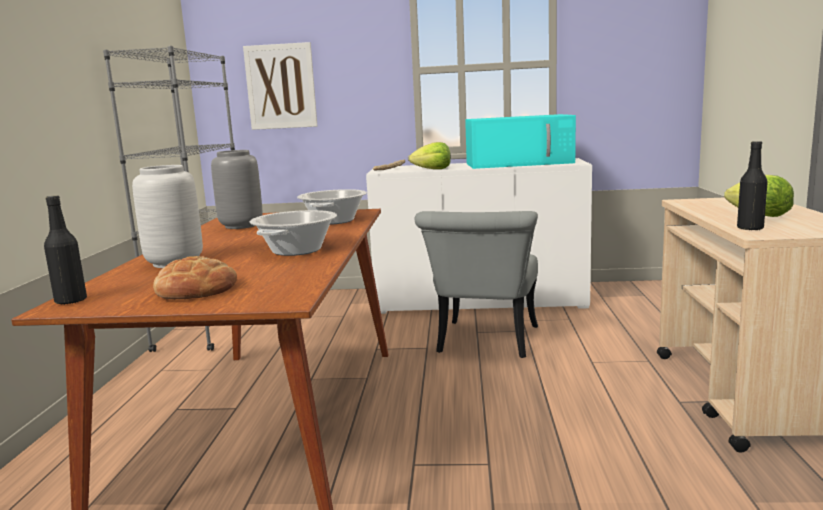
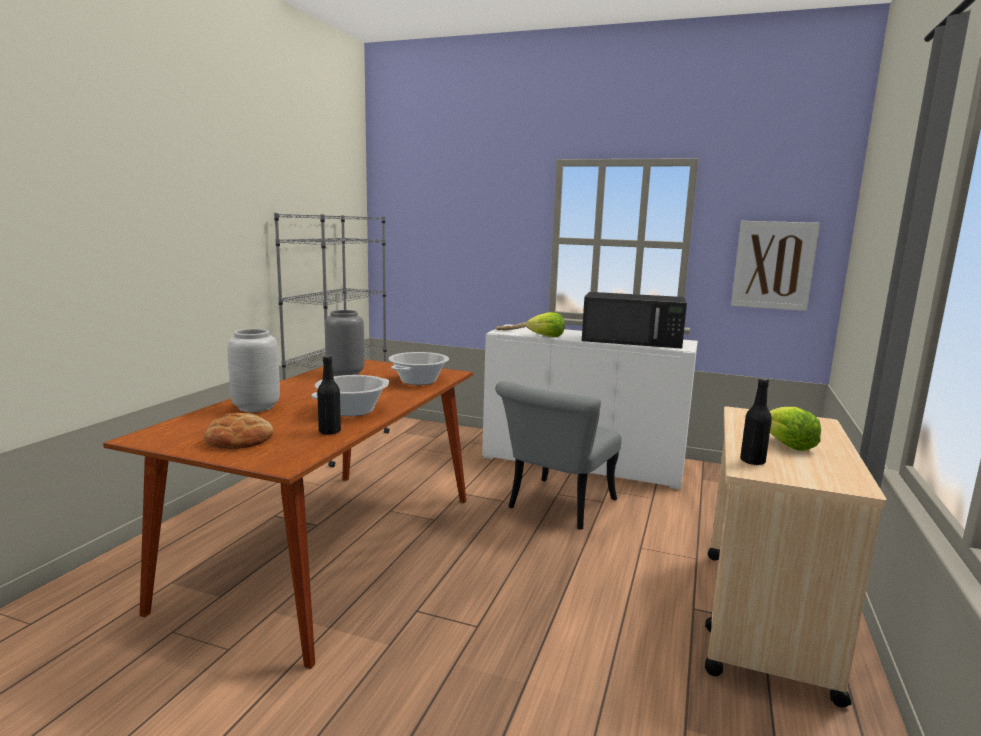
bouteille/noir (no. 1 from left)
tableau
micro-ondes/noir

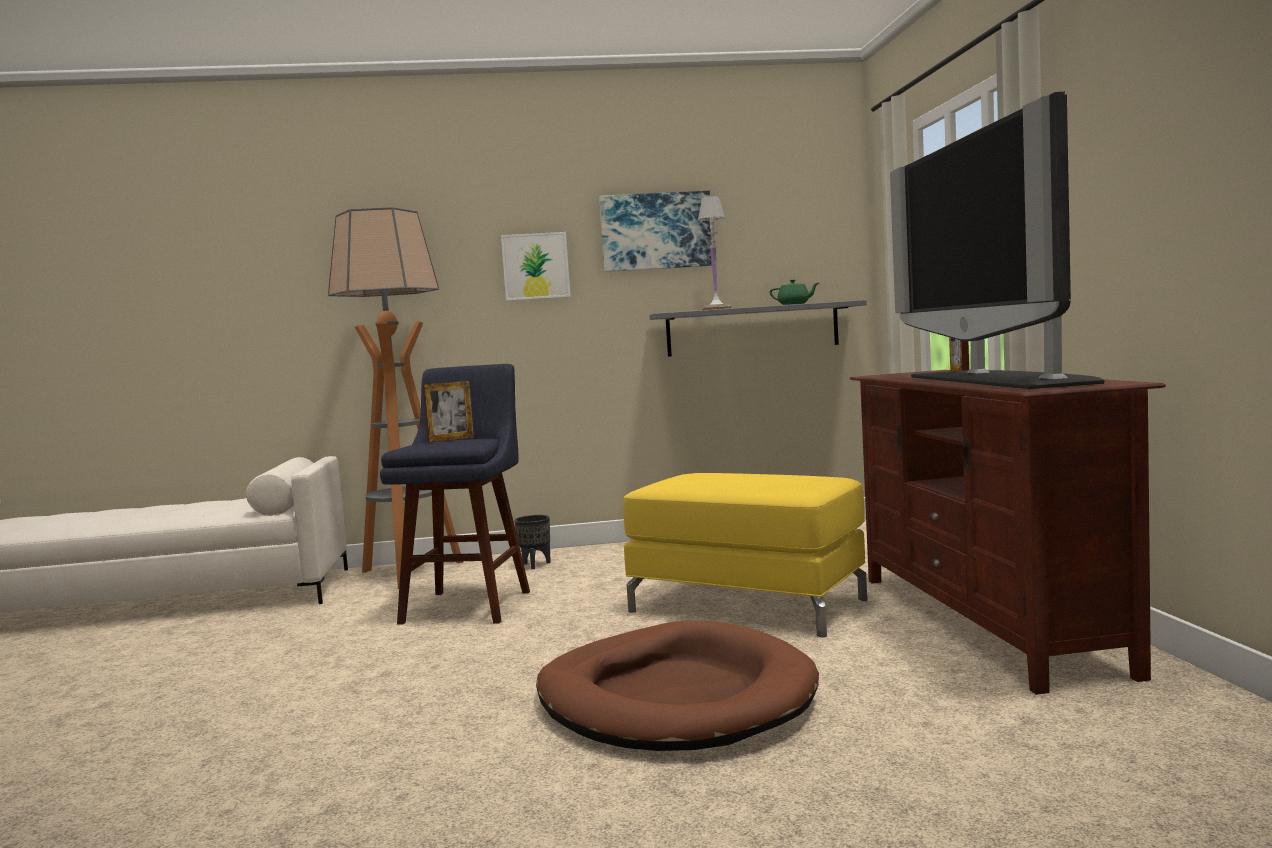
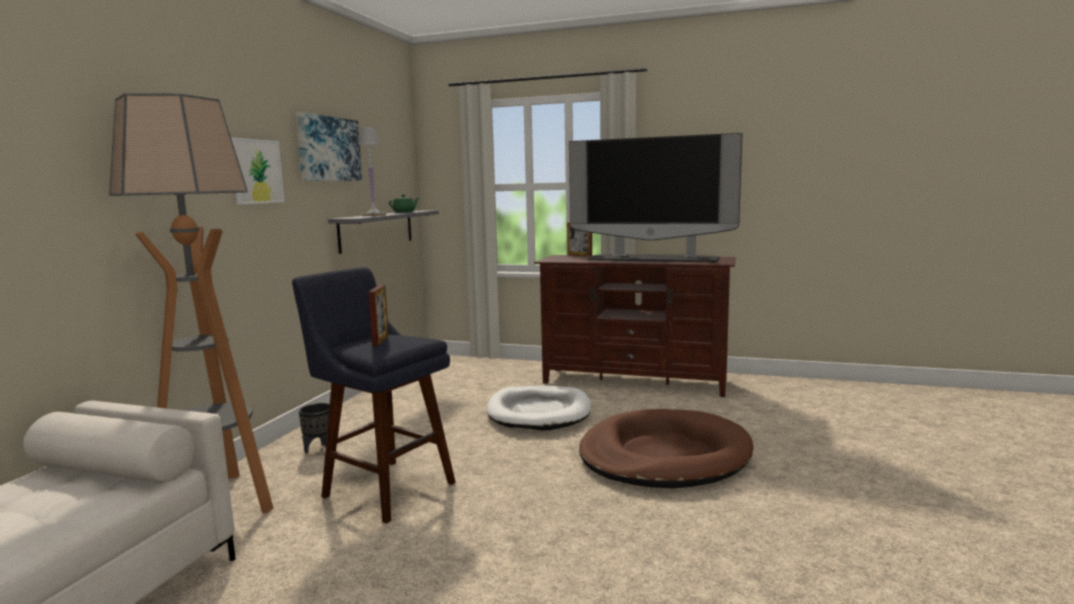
panier pour chien/blanc

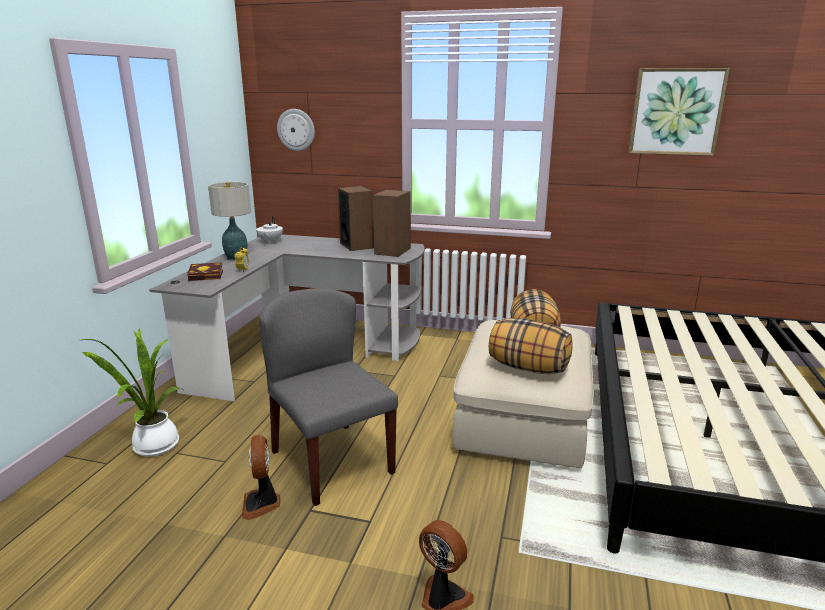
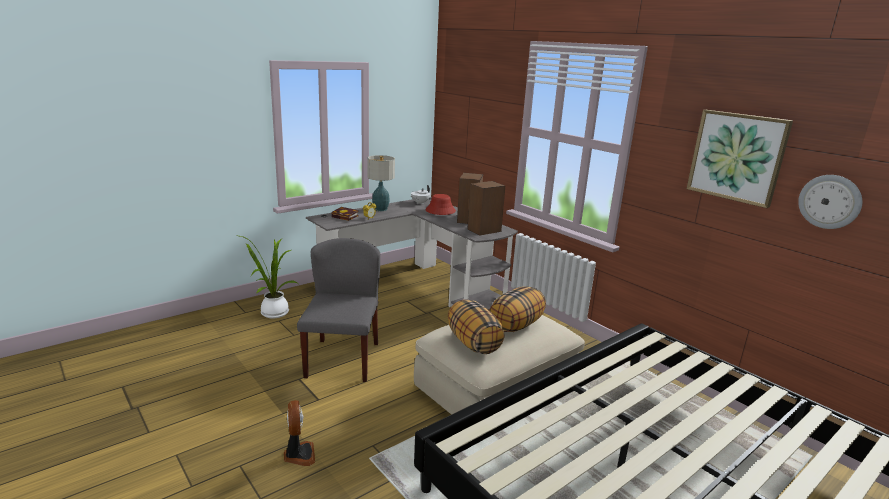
ventilateur (no. 1 from left in the first image)
horloge murale
chapeau/rouge

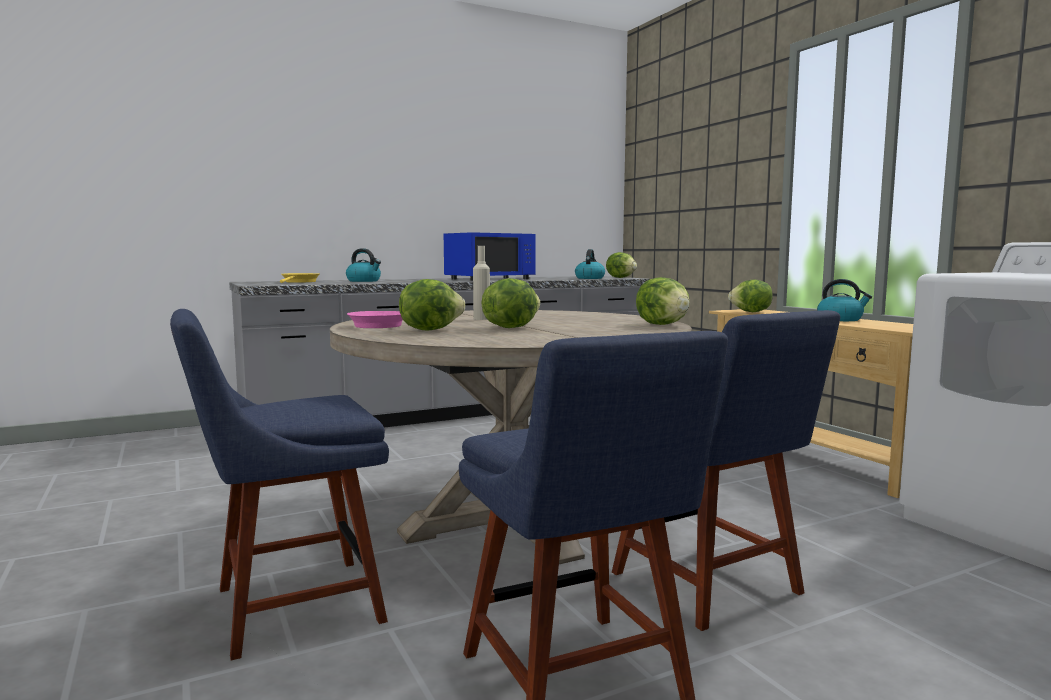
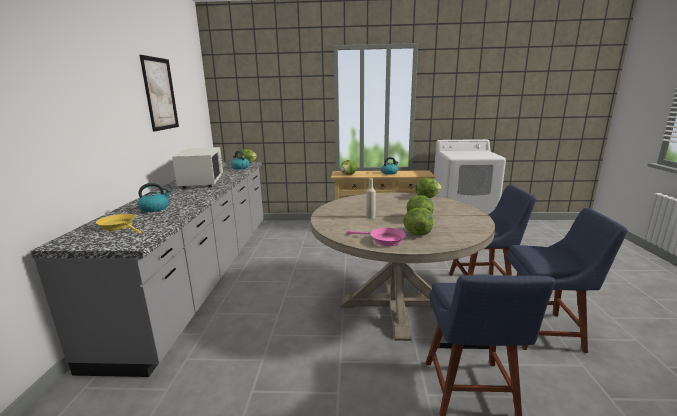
micro-ondes/blanc
tableau

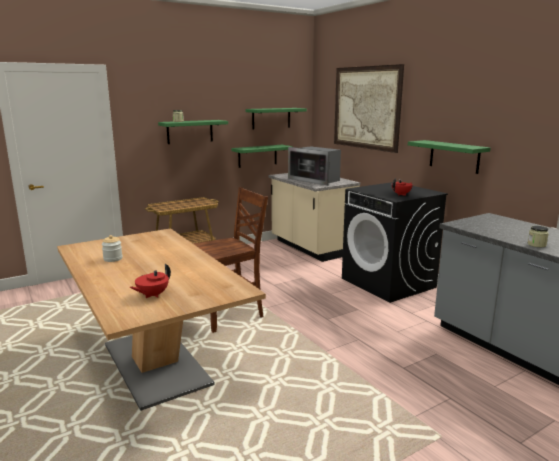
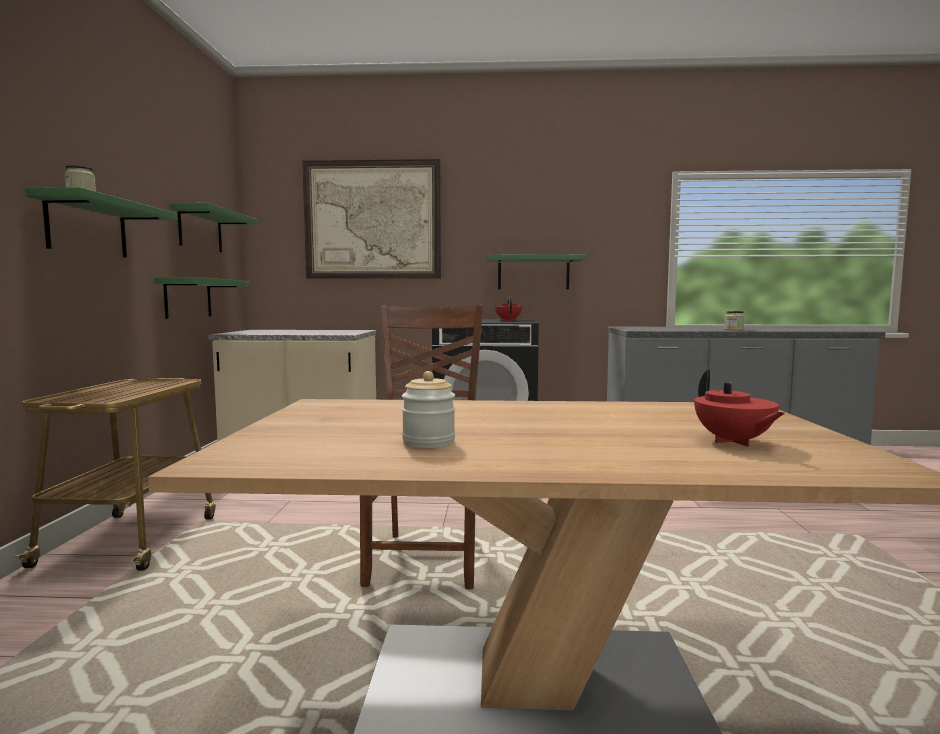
micro-ondes

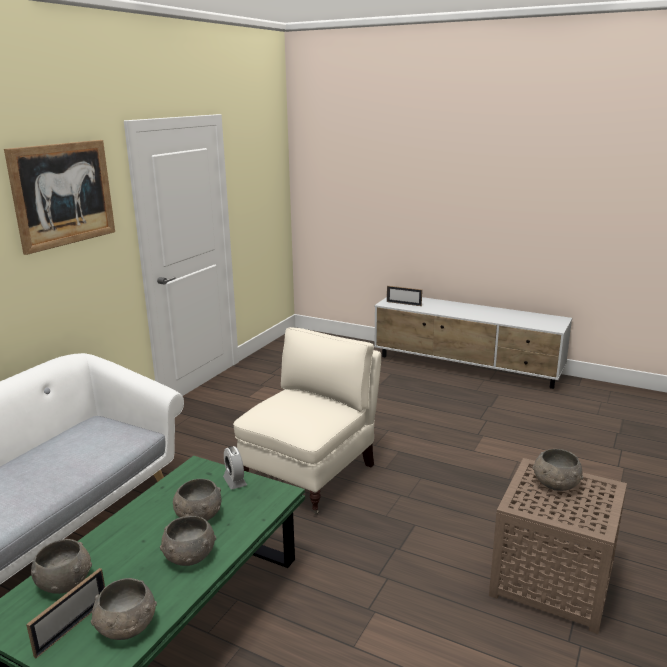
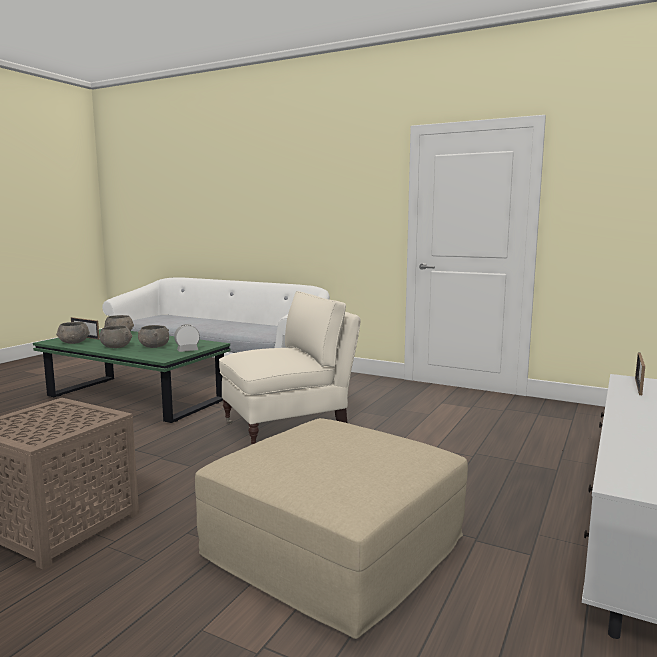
tableau
fauteuil/beige
bol/gris (no. 5 from left in the first image)
pouf/beige

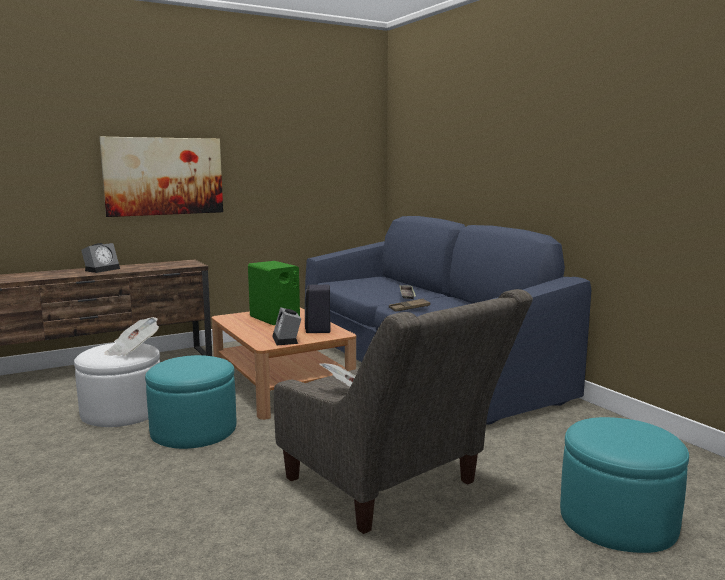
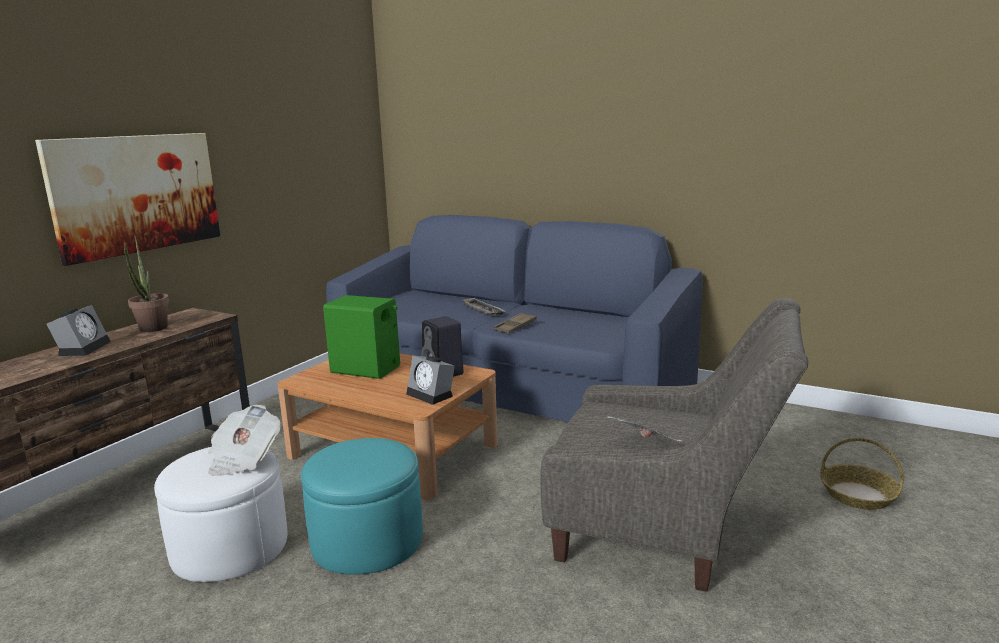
panier
plante en pot

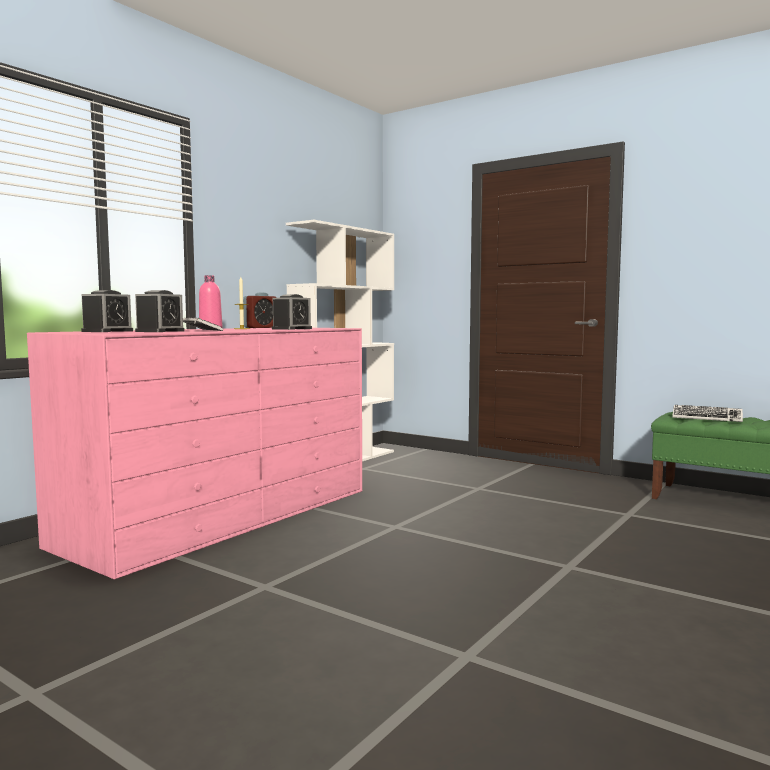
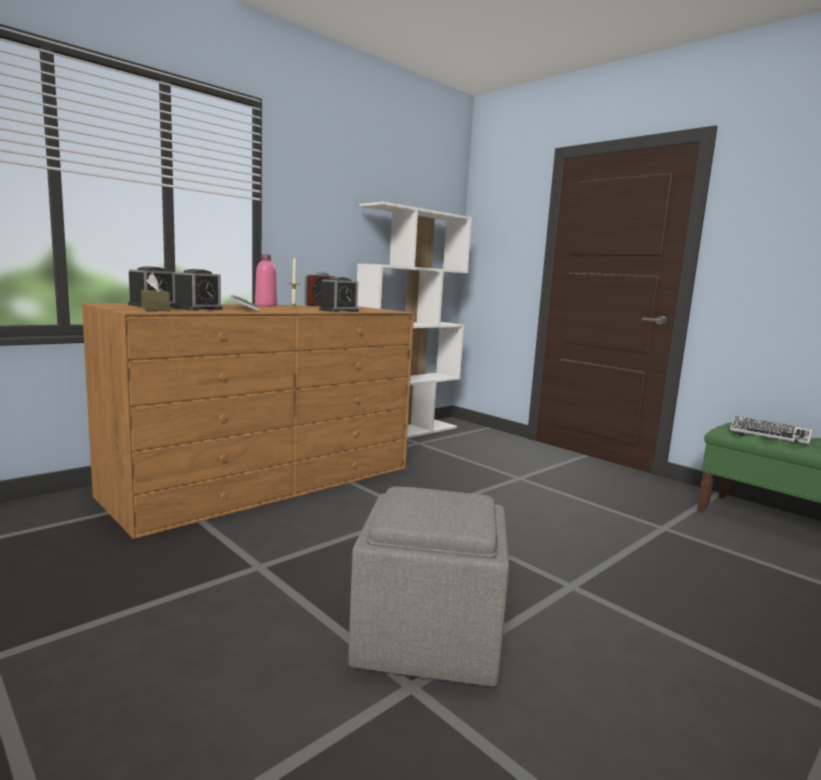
commode/marron
boîte à mouchoirs/marron
pouf/gris

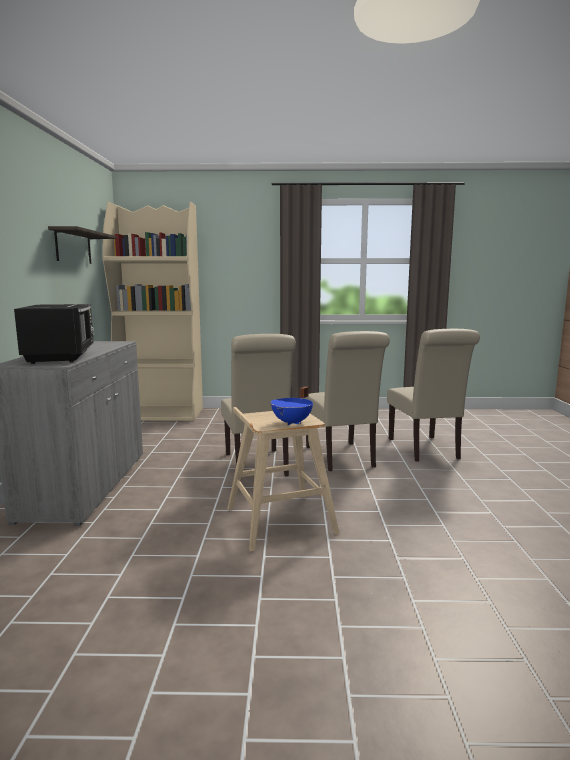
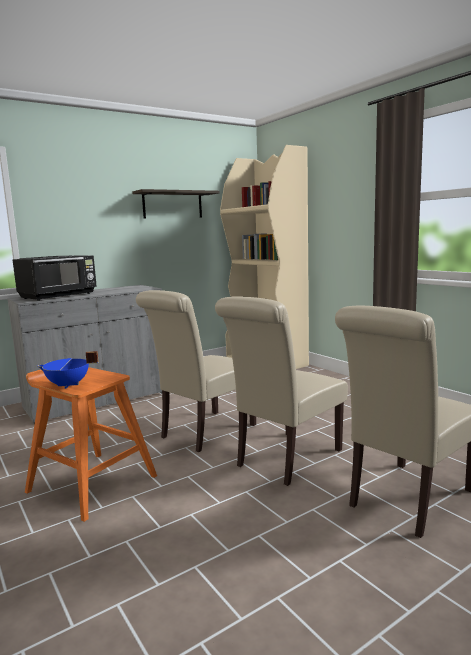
tabouret/orange

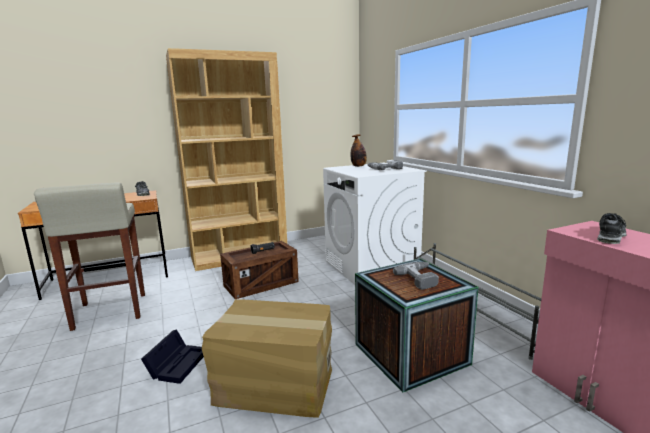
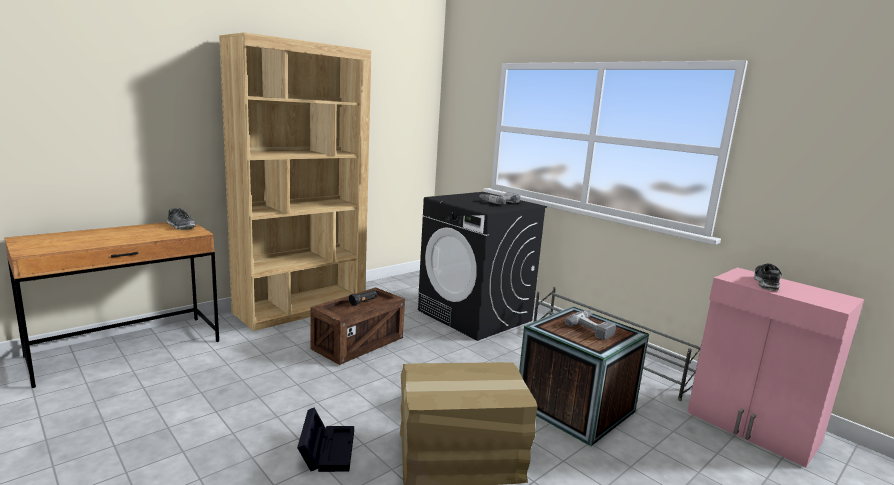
tabouret/beige
lave-linge/noir
bouteille

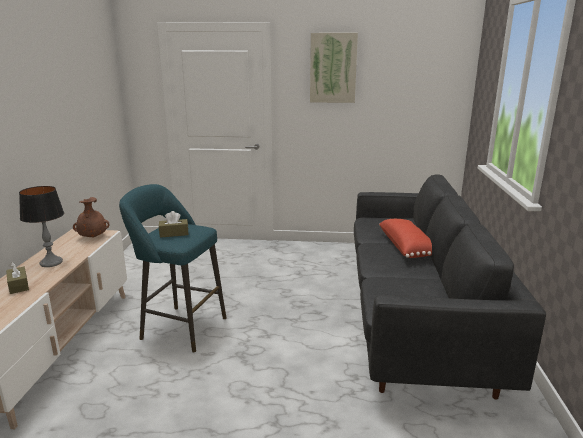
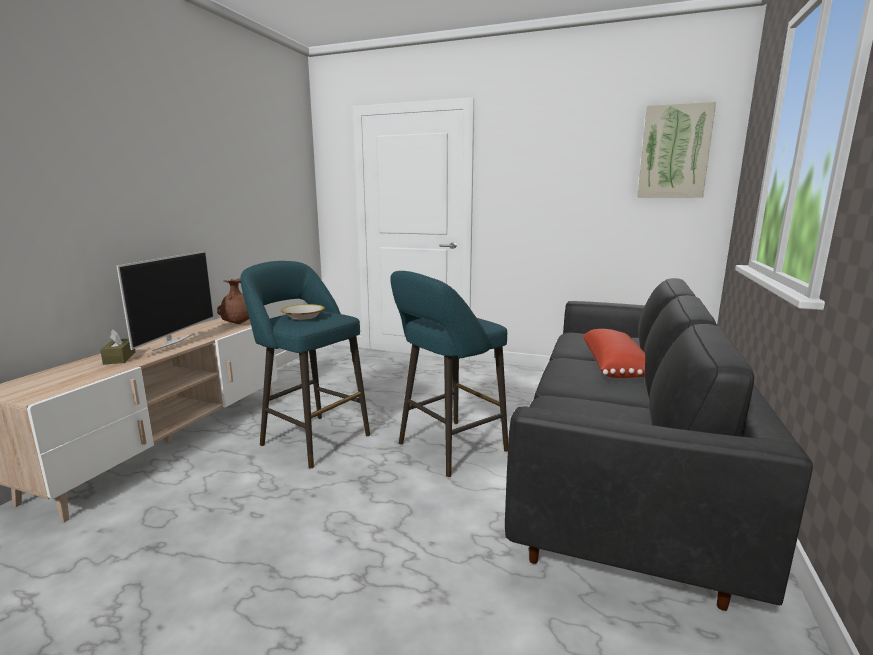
téléviseur
bol
tableau
tabouret/turquoise (no. 2 from left)

